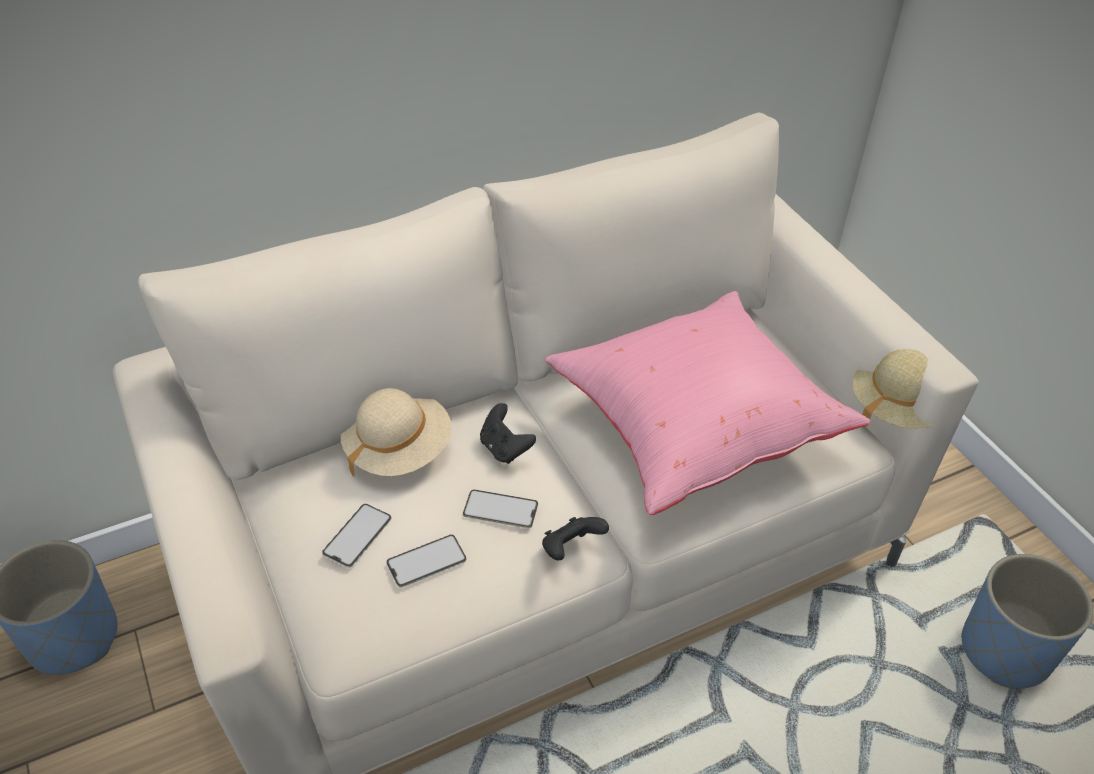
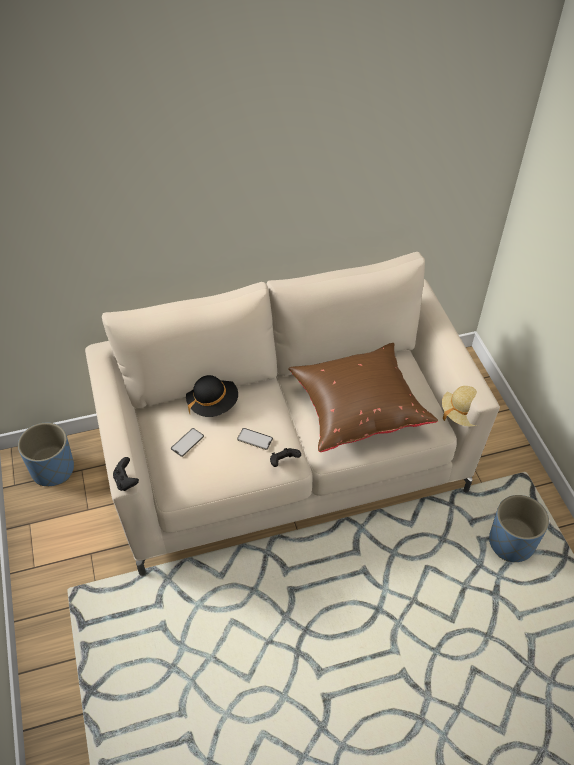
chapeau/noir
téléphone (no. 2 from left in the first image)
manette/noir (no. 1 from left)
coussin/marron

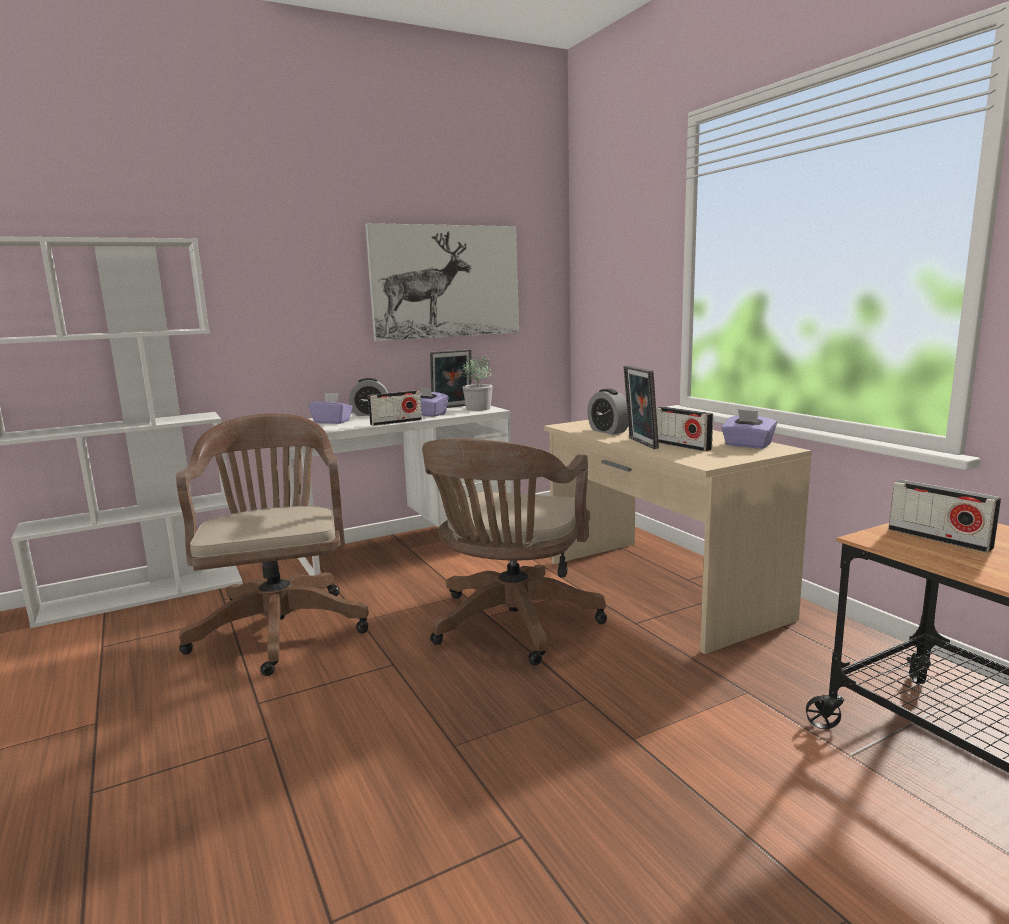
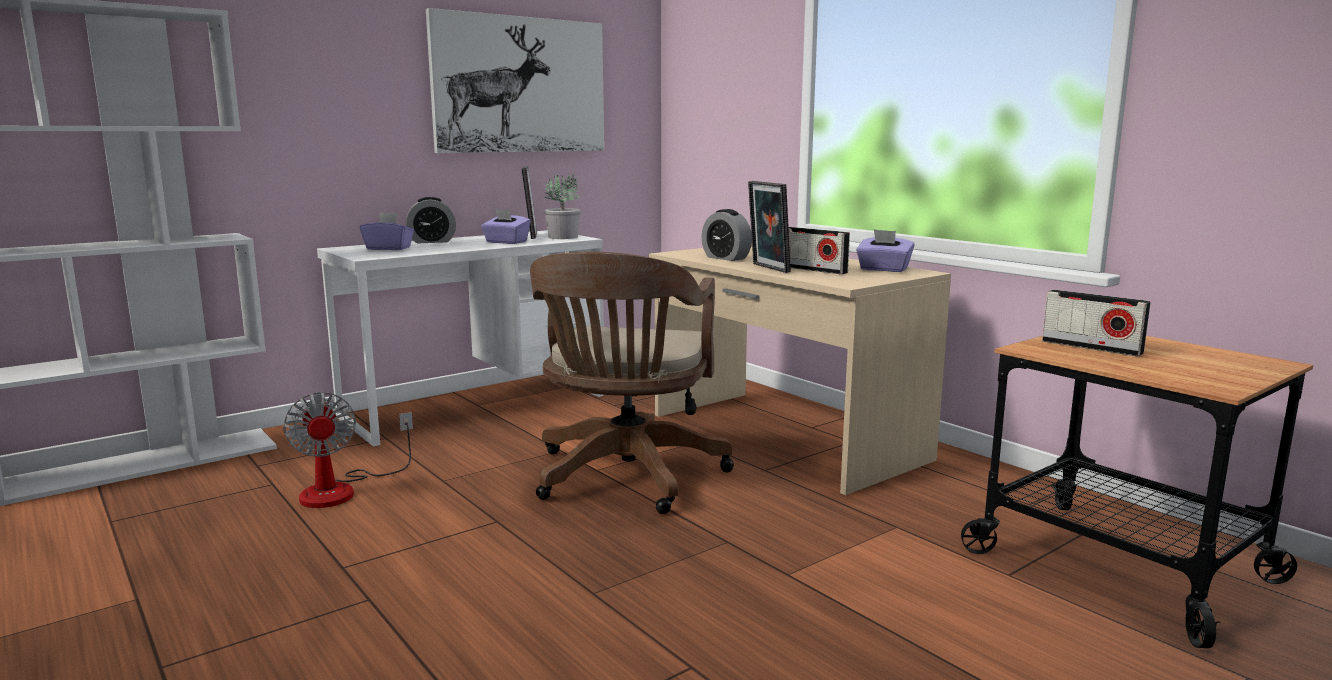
ventilateur
radio (no. 1 from left in the first image)
cadre photo (no. 1 from left)

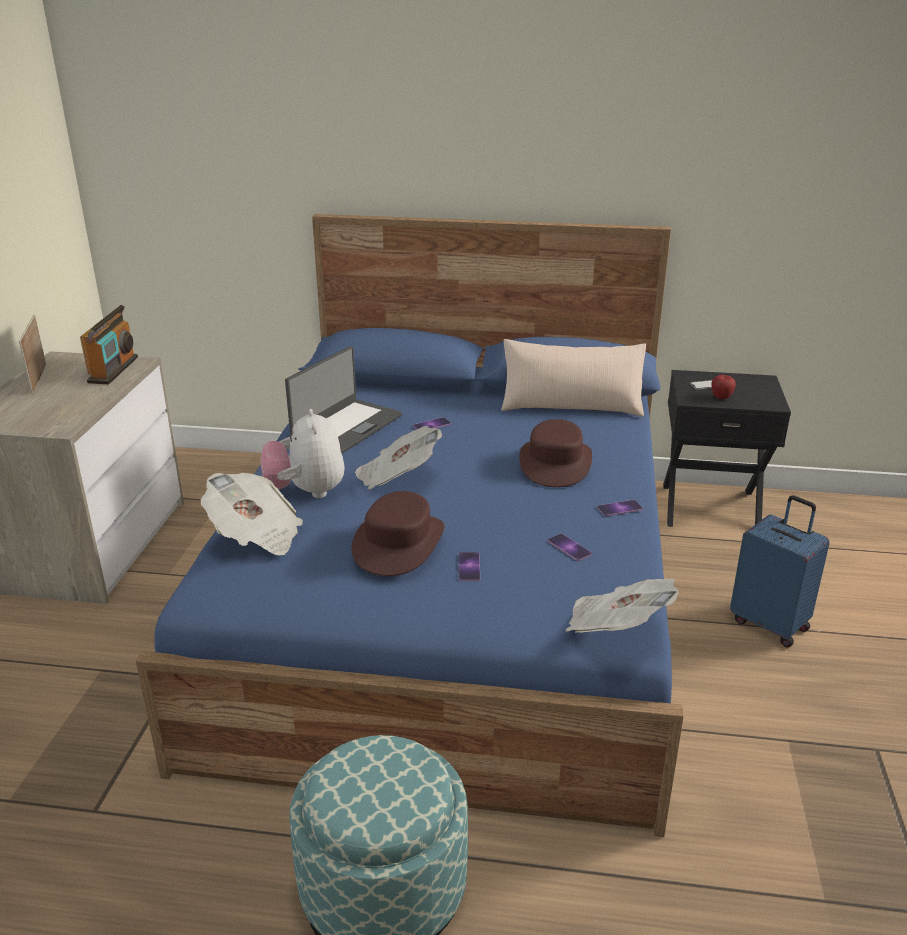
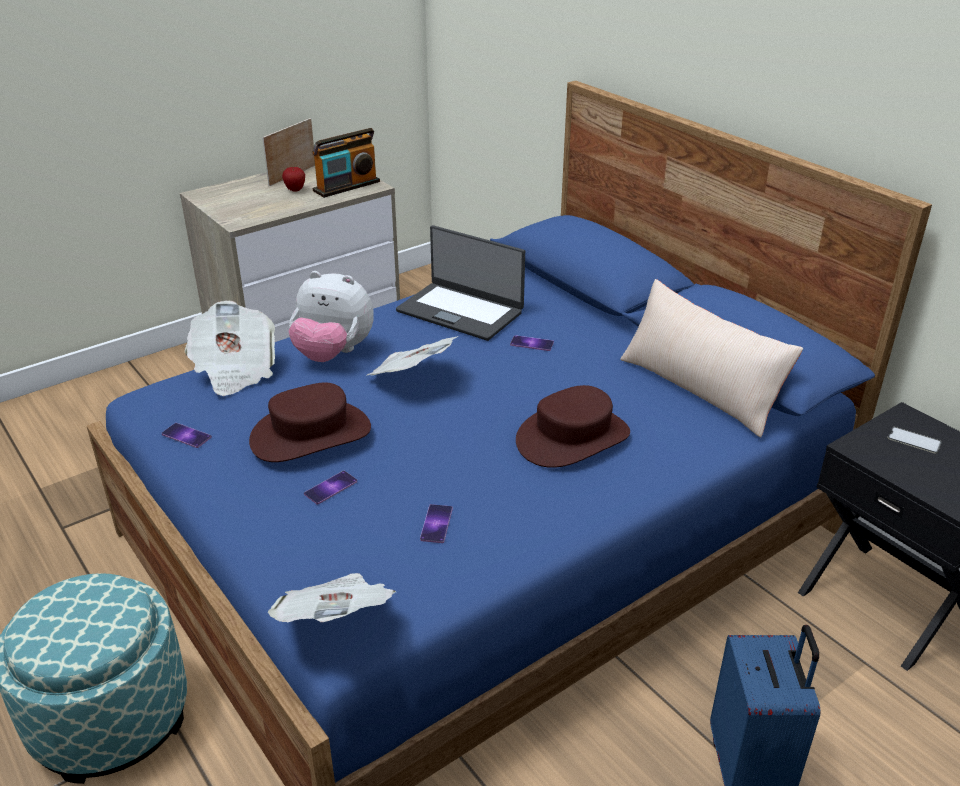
peluche
ordinateur portable
téléphone (no. 1 from left)
pomme

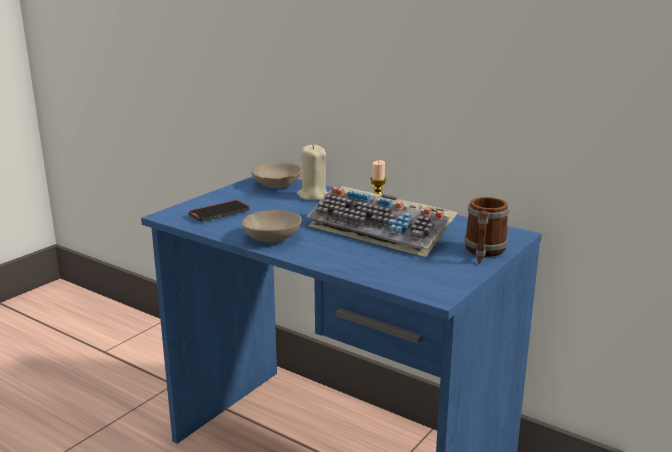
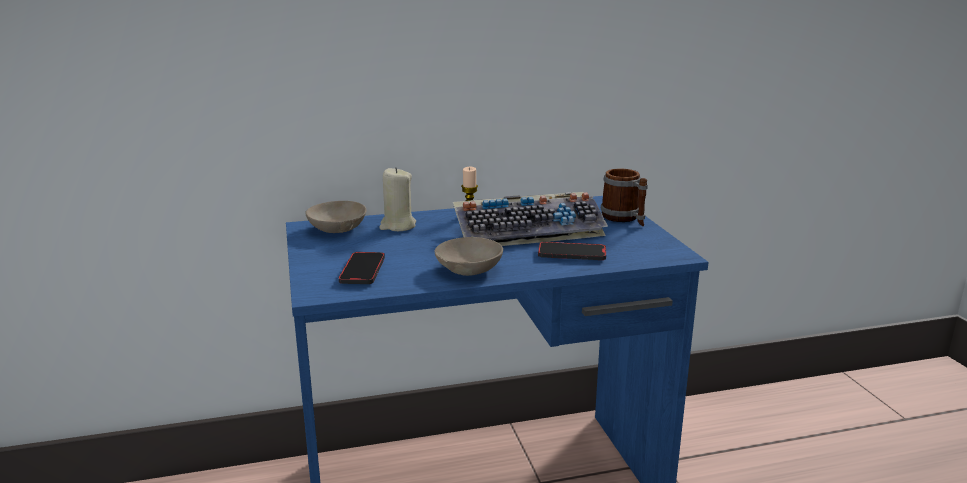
téléphone (no. 2 from left)

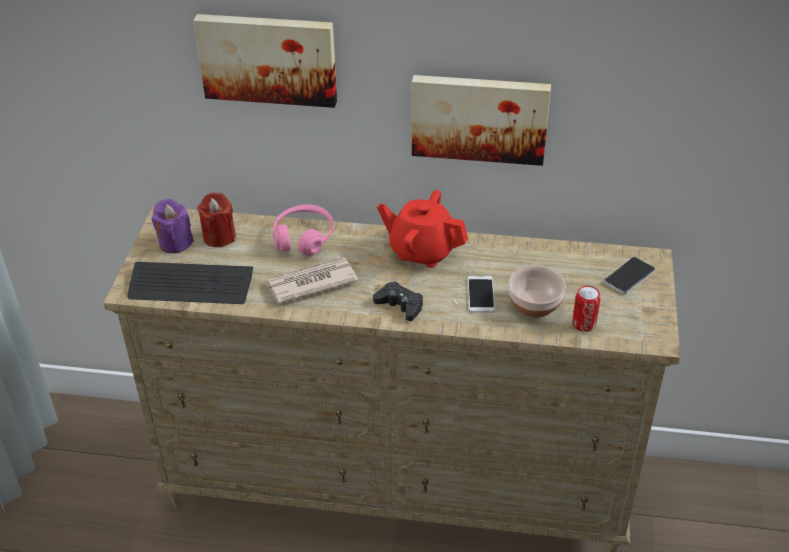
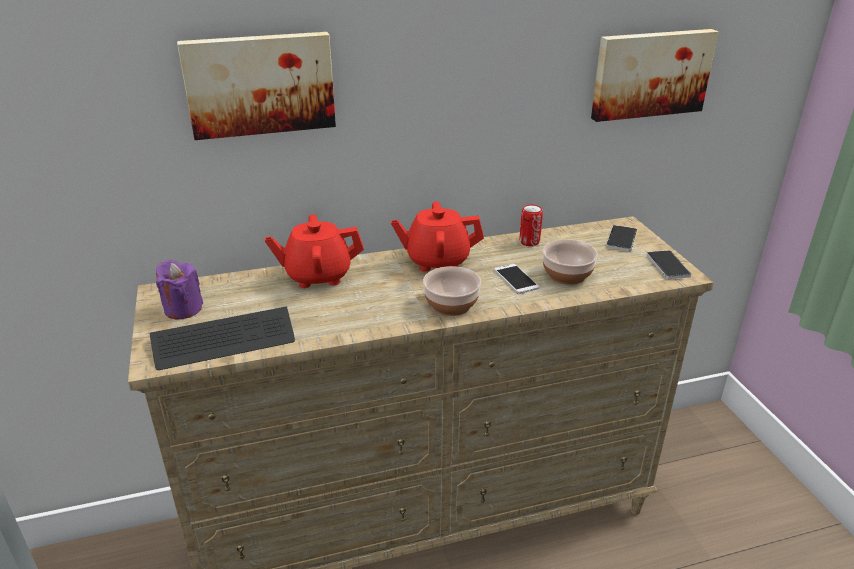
bougie/rouge
journal
théière/rouge (no. 1 from left)
bol (no. 1 from left)
tableau (no. 2 from left)
boîte métallique
téléphone (no. 3 from left)

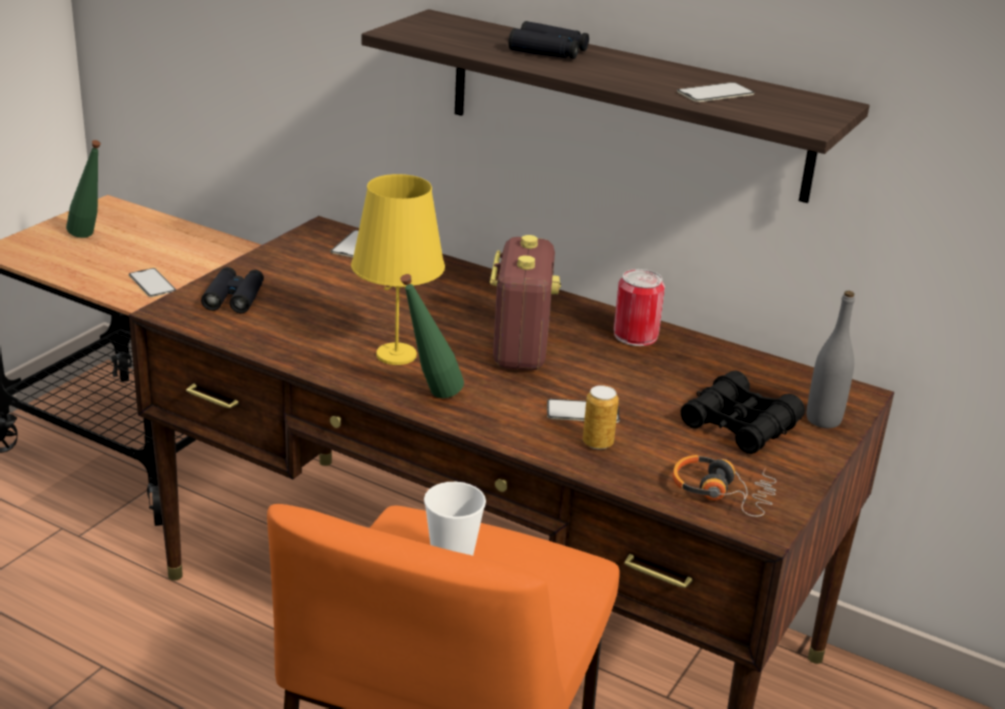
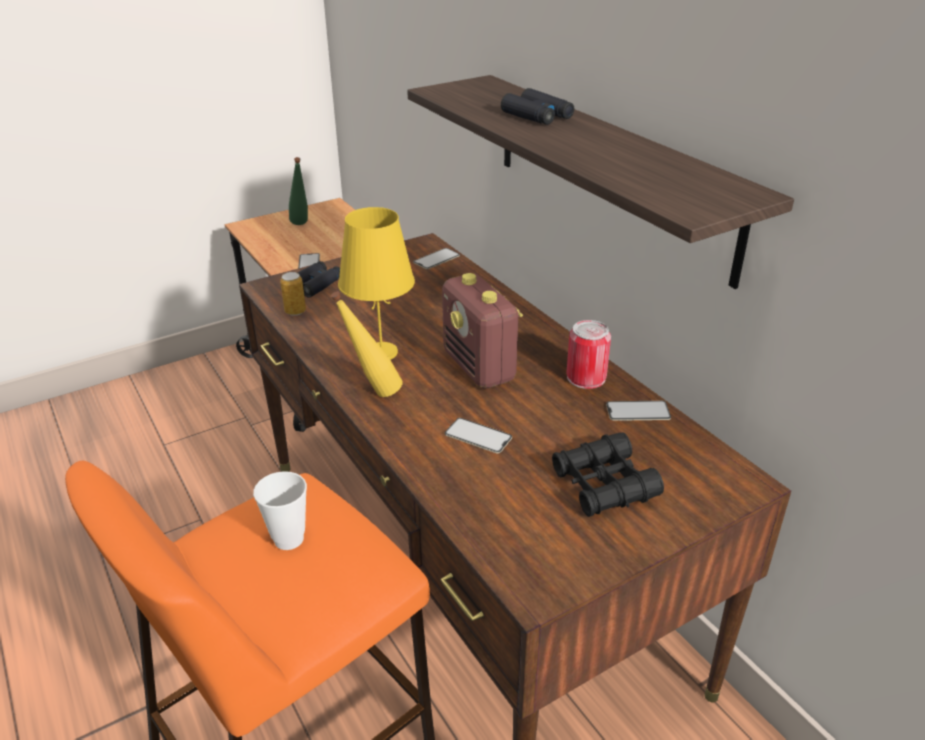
bouteille/jaune
radio
boîte métallique (no. 1 from left)
casque audio
téléphone (no. 4 from left)
bouteille/gris

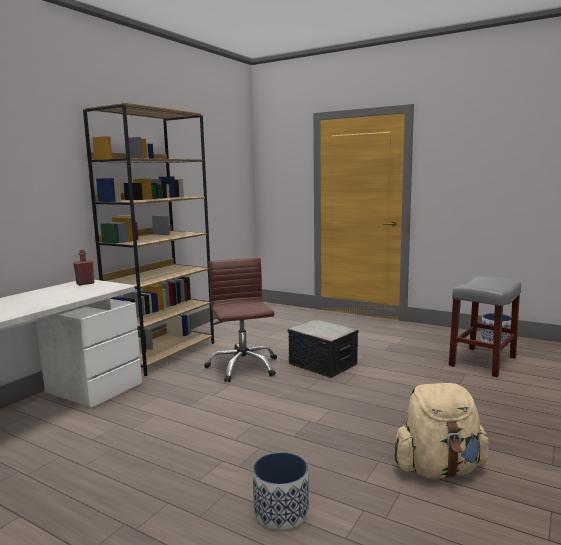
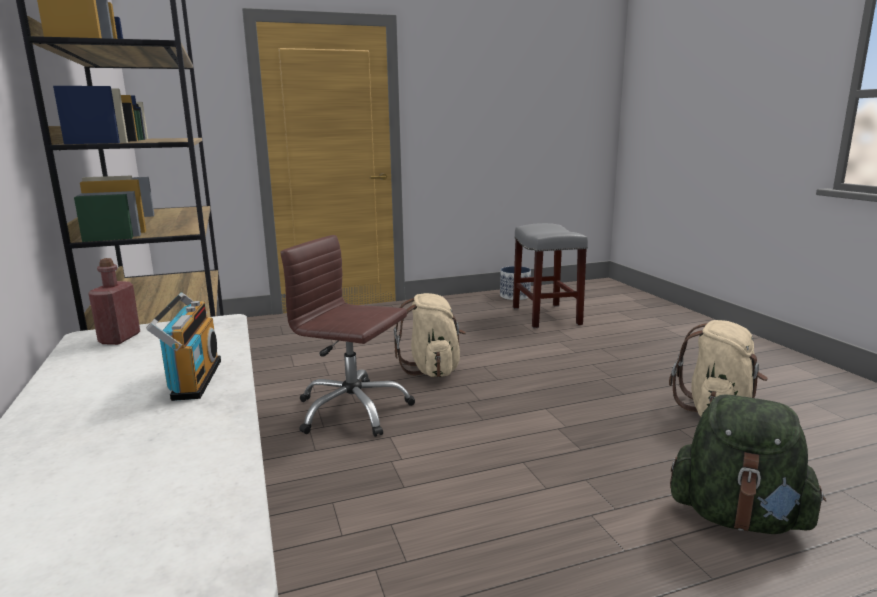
sac à dos/vert
sac à dos/beige (no. 1 from left)
radio

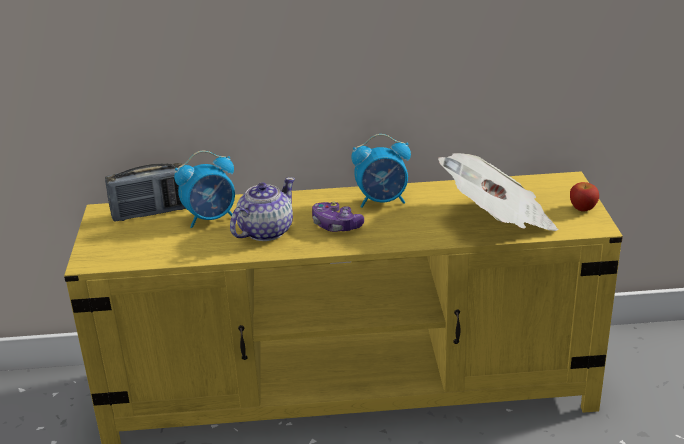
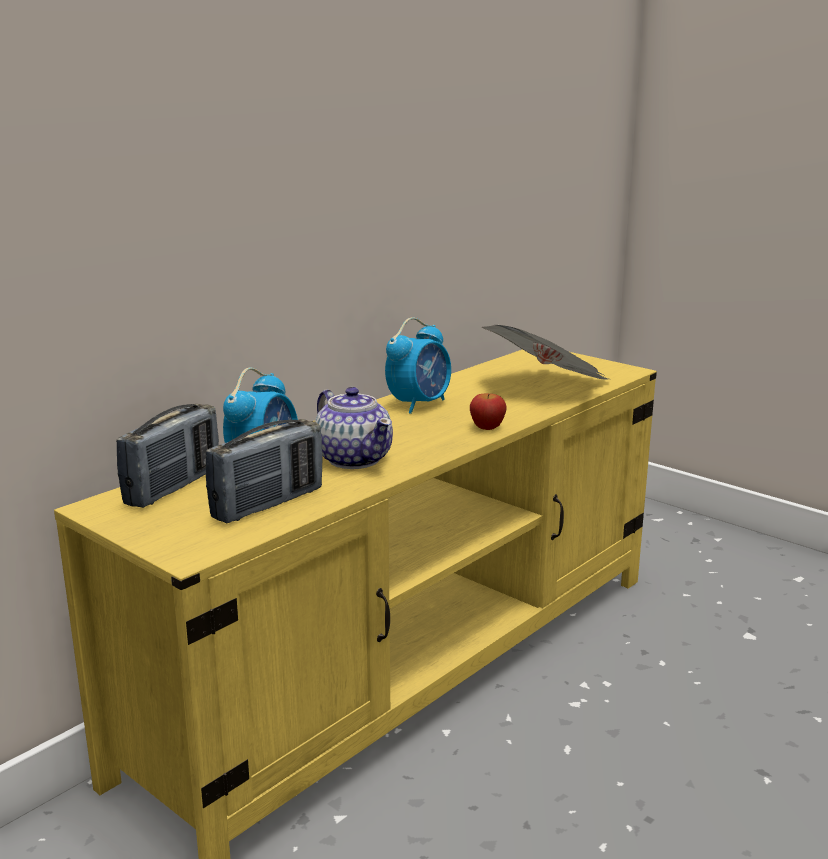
théière
manette
pomme
radio (no. 2 from left)

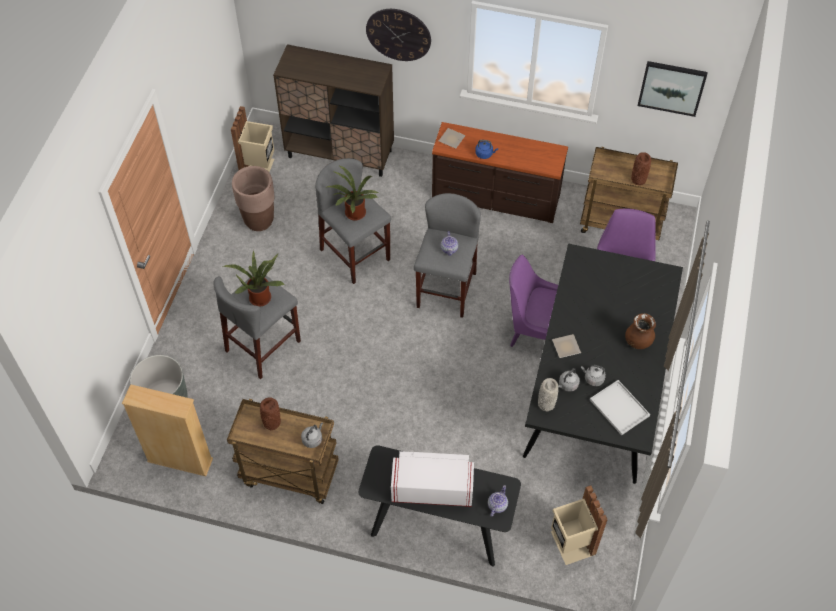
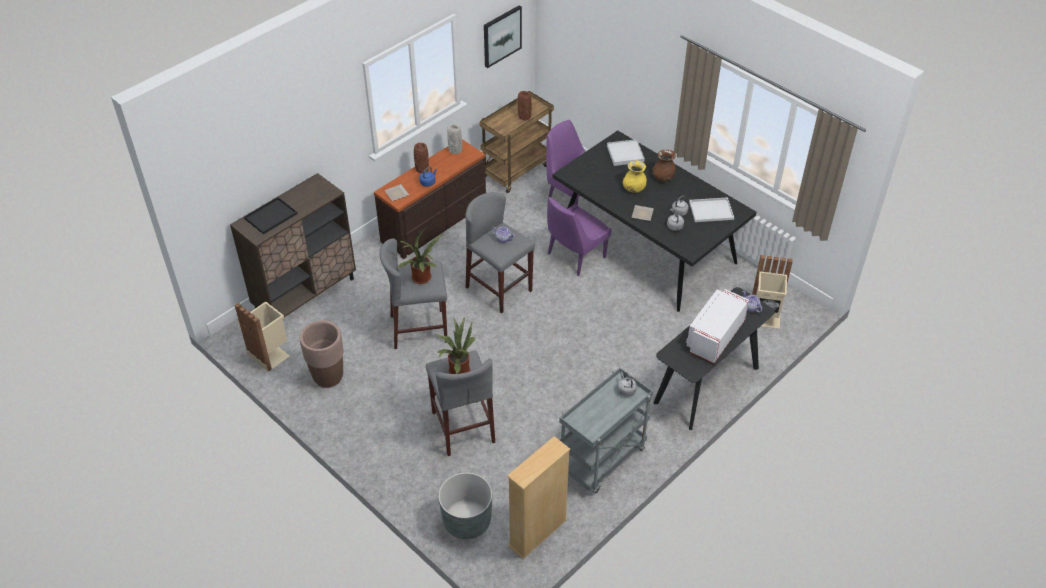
chariot/gris
vase/marron (no. 1 from left)
horloge murale
vase/gris
plateau/noir
plateau/blanc (no. 1 from left)
vase/jaune

